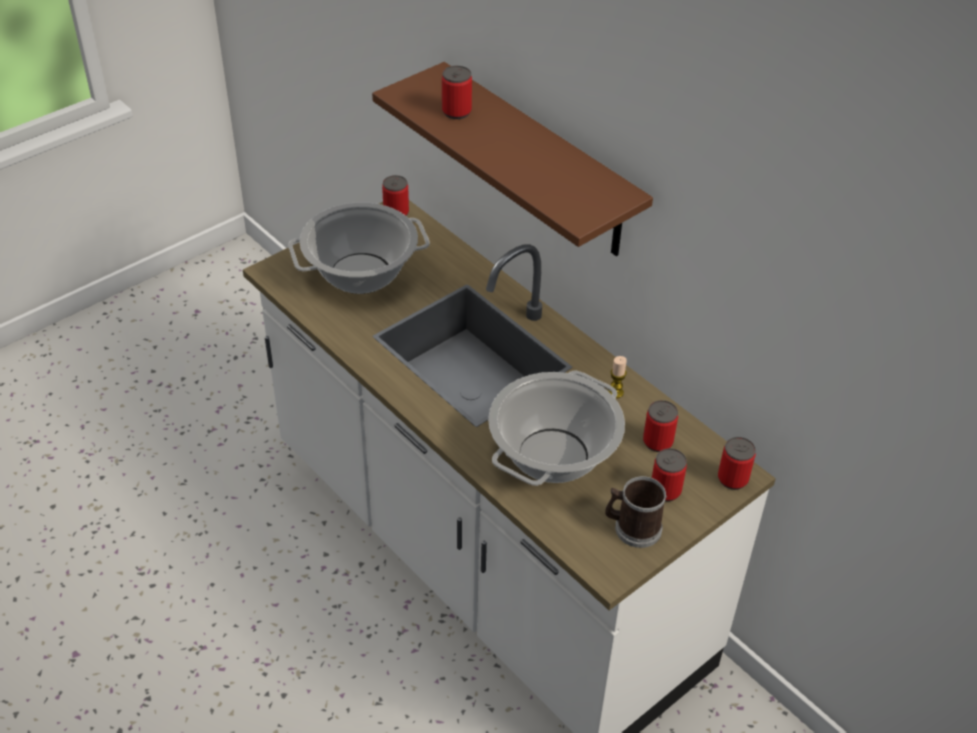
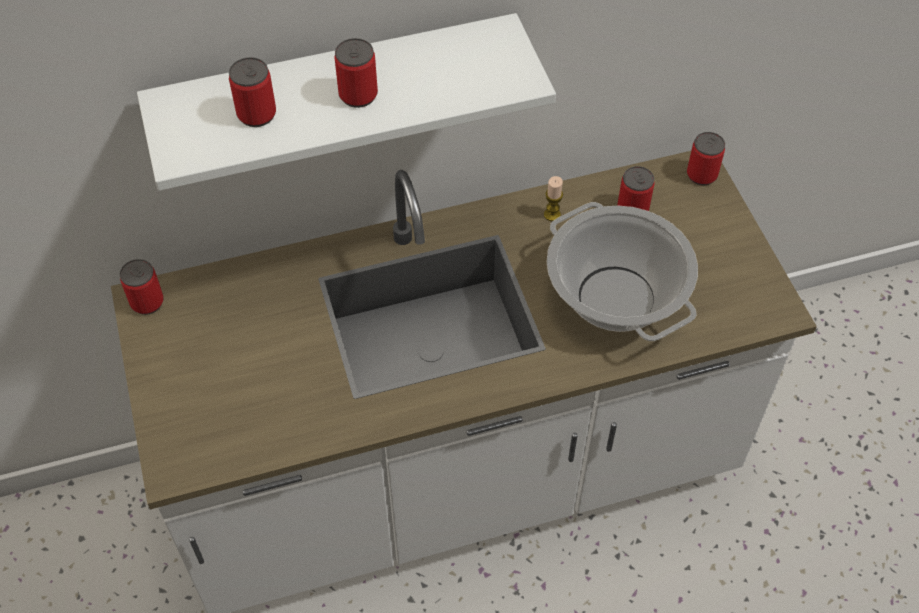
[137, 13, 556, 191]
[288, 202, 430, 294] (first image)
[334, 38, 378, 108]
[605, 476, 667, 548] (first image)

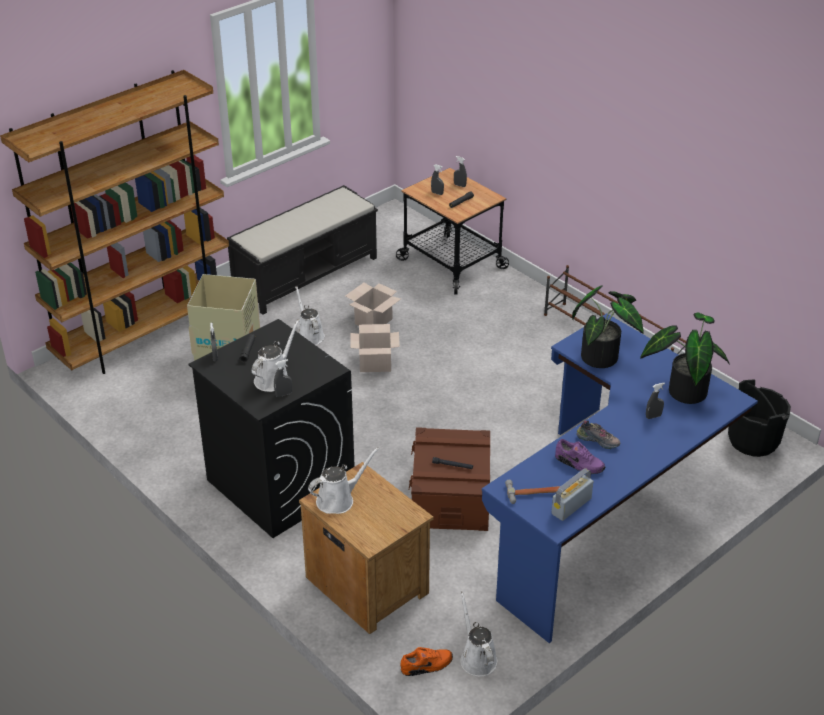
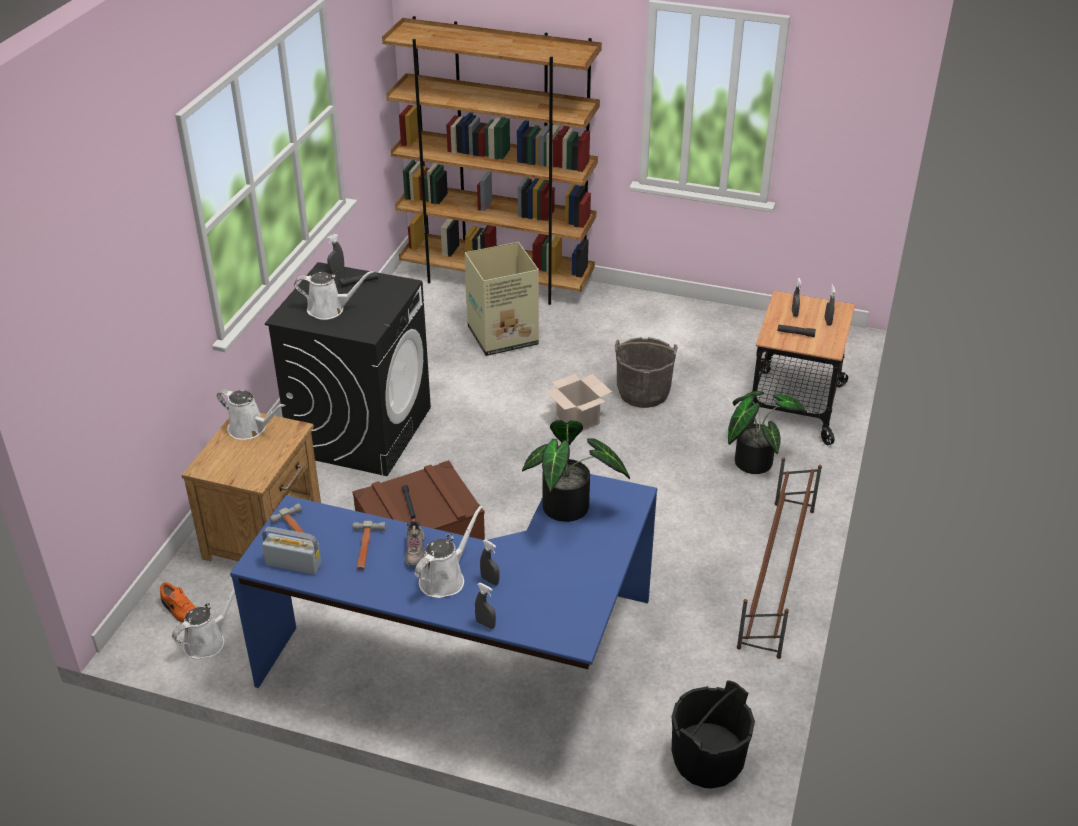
[227, 185, 378, 315] (first image)
[614, 337, 678, 408]
[414, 505, 483, 598]
[728, 391, 807, 474]
[475, 583, 496, 629]
[352, 521, 386, 570]

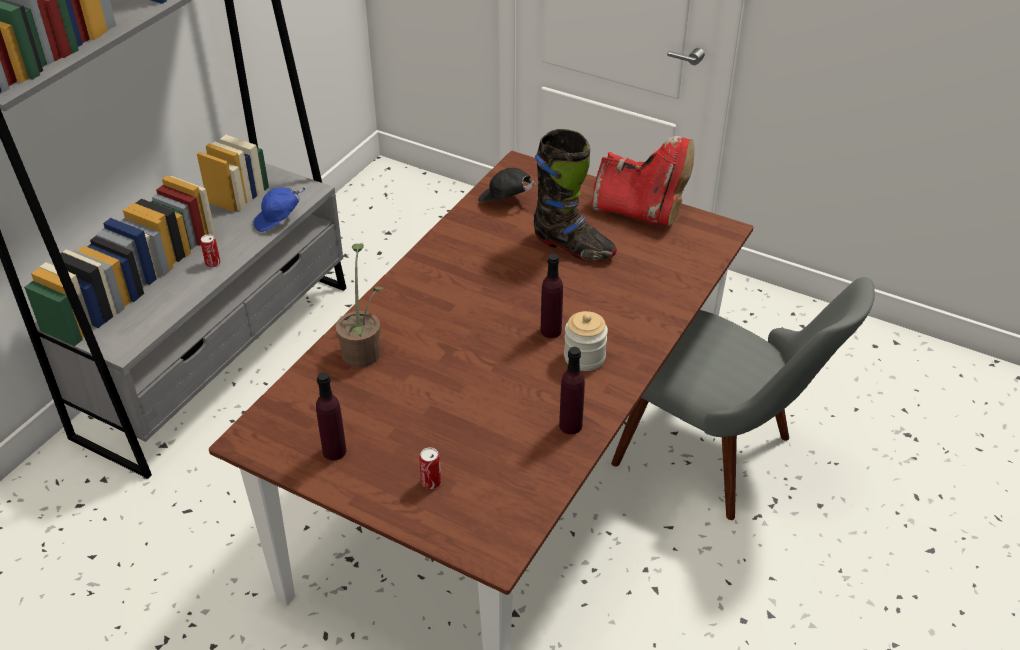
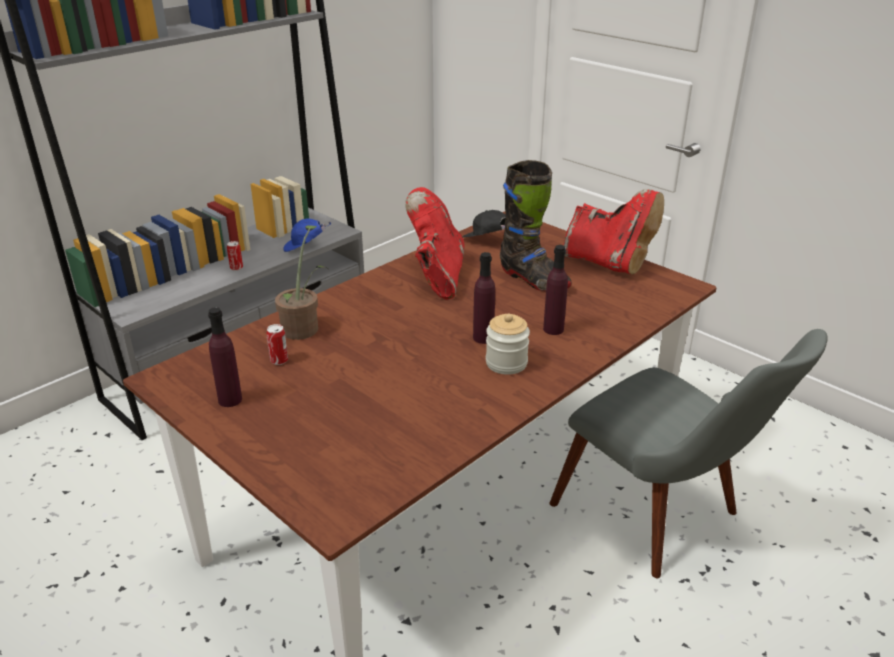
[543, 245, 568, 335]
[266, 324, 288, 365]
[405, 187, 464, 300]

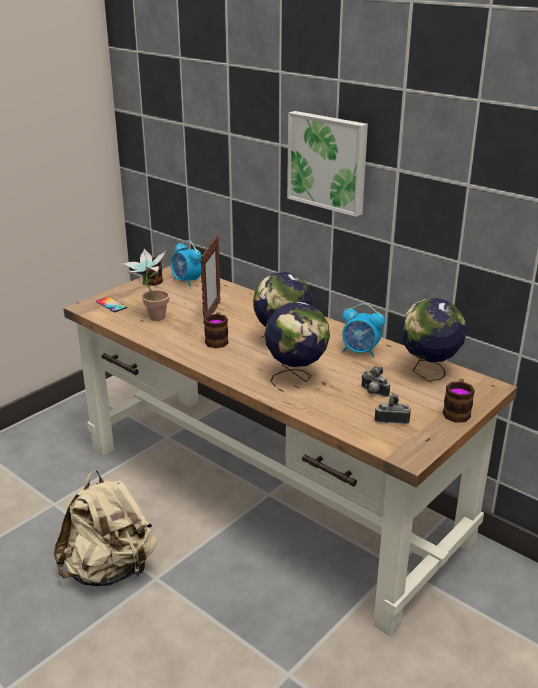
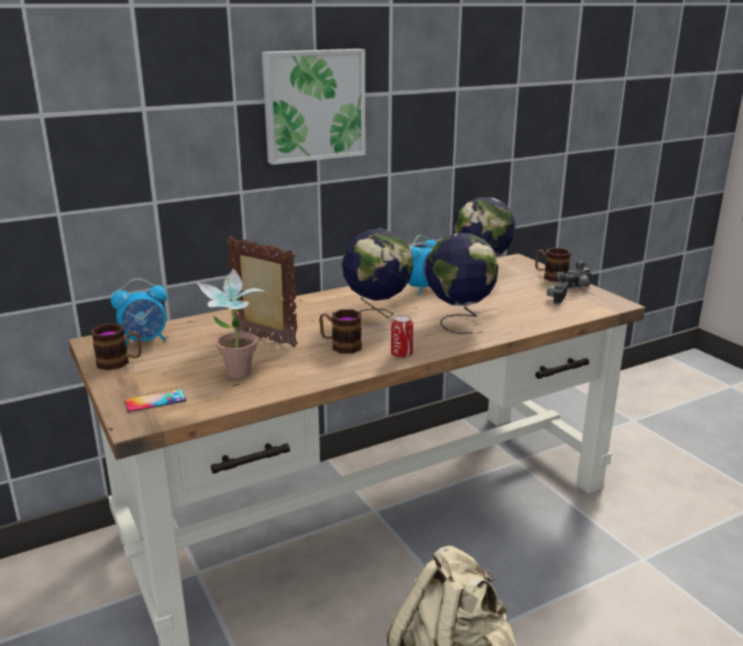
[566, 260, 592, 289]
[391, 315, 413, 358]

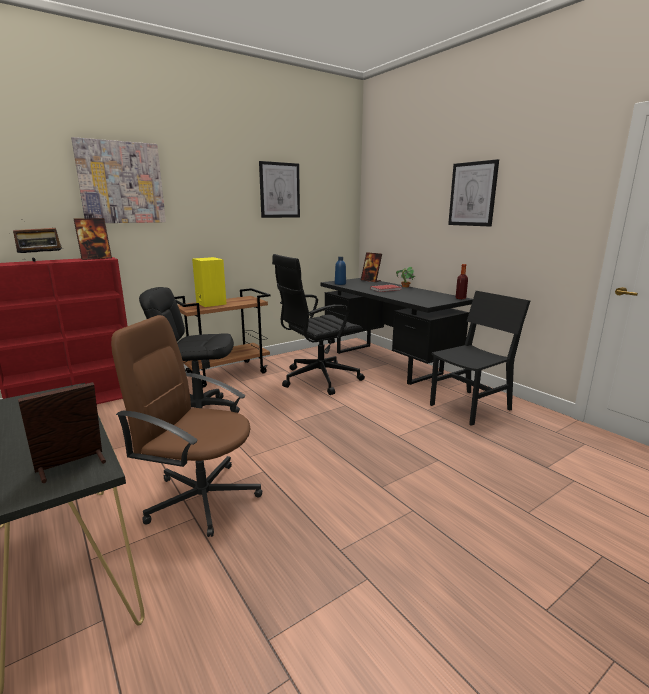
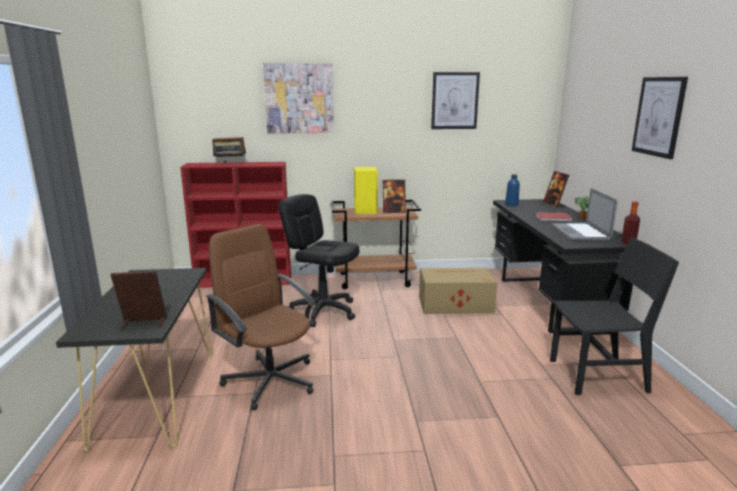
[383, 180, 406, 213]
[419, 268, 498, 314]
[551, 188, 618, 240]

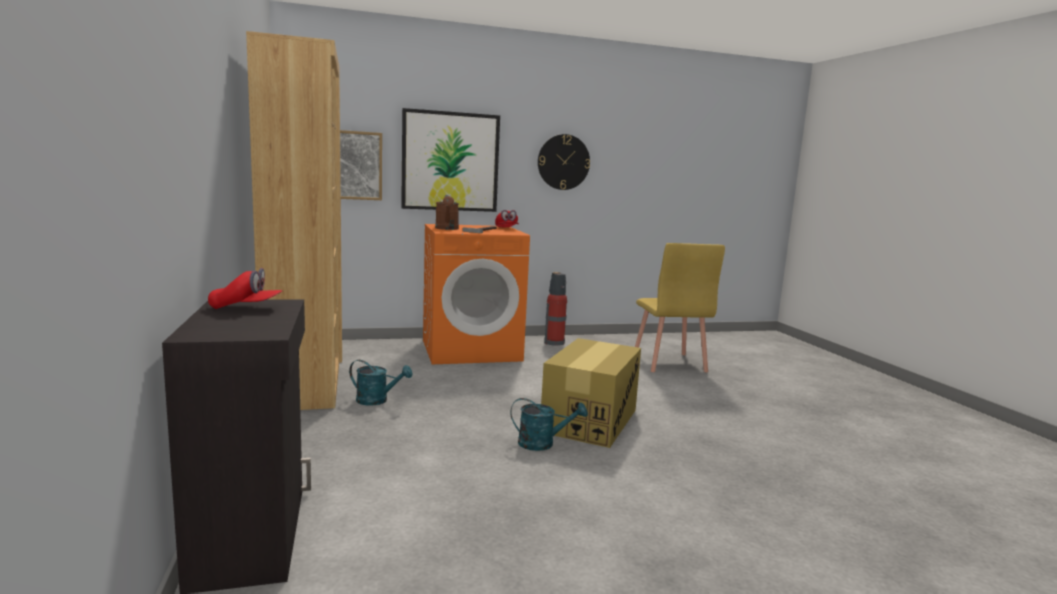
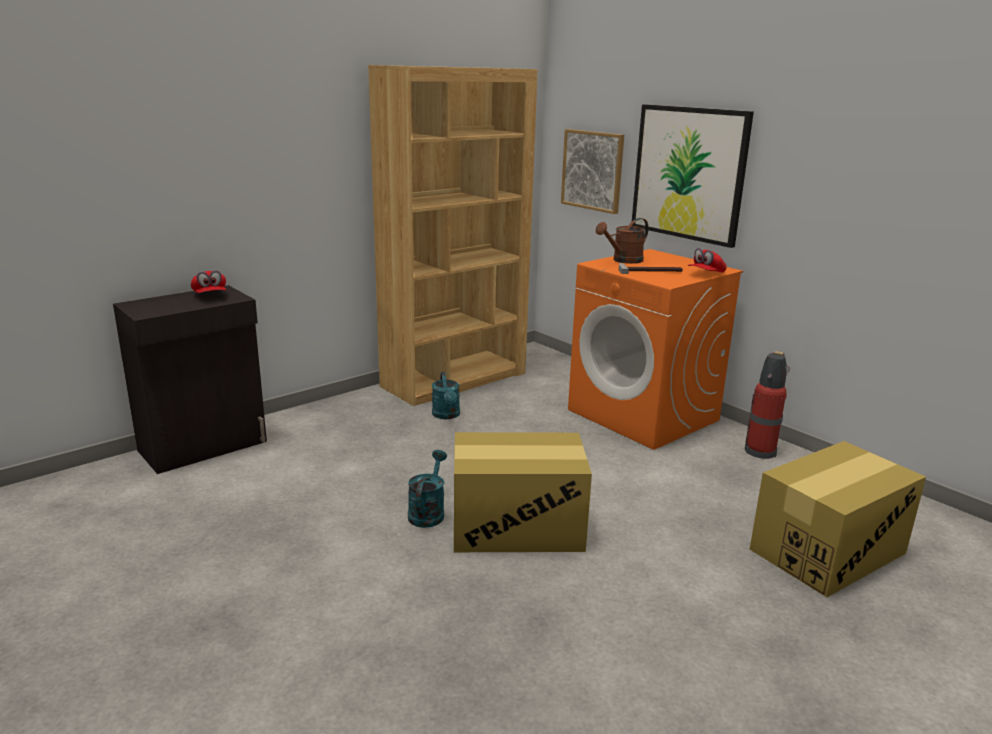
[538, 134, 590, 190] (first image)
[750, 441, 926, 597]
[408, 450, 447, 528]

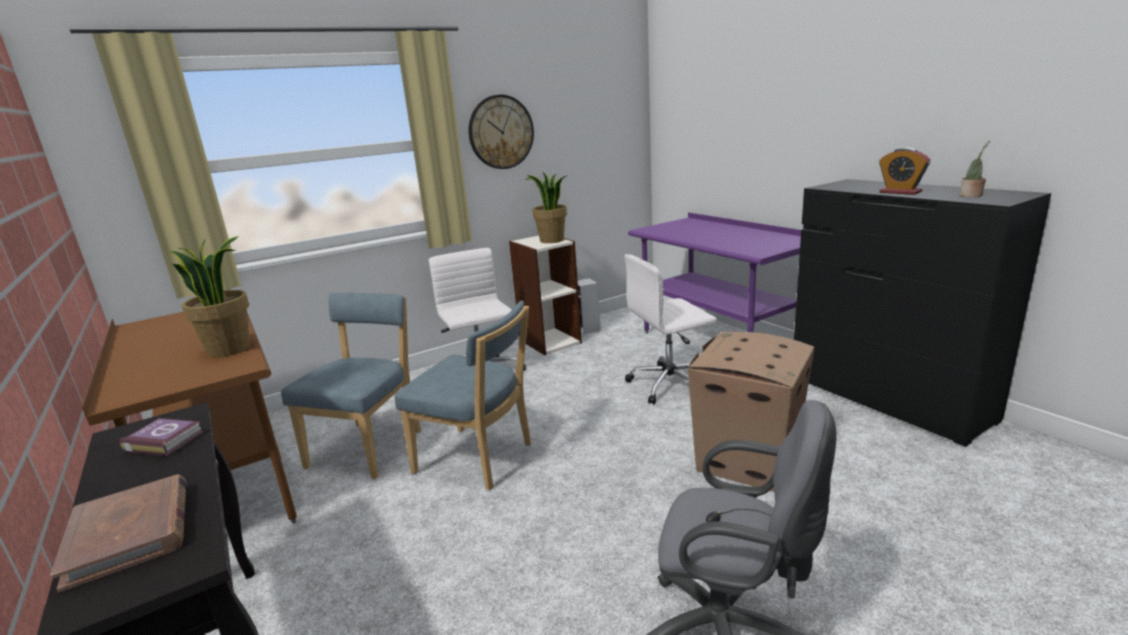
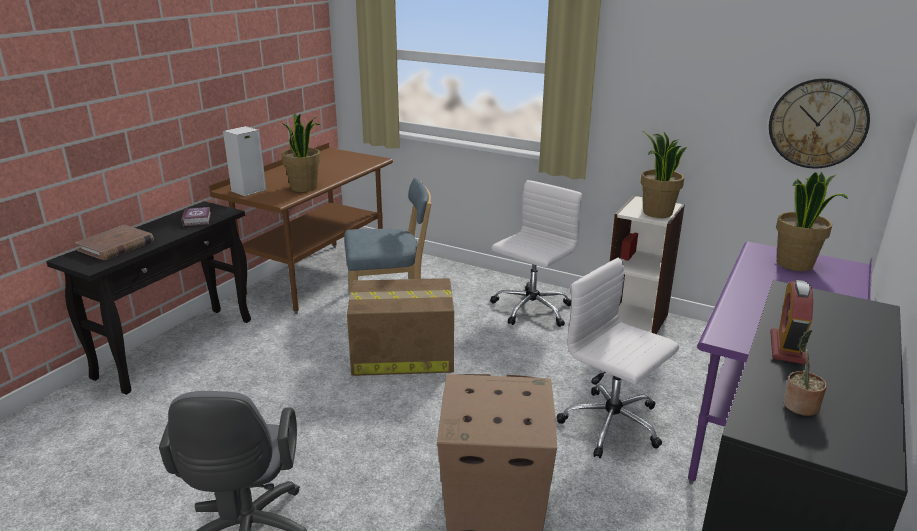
[769, 78, 870, 168]
[223, 126, 266, 197]
[347, 278, 454, 376]
[776, 172, 848, 271]

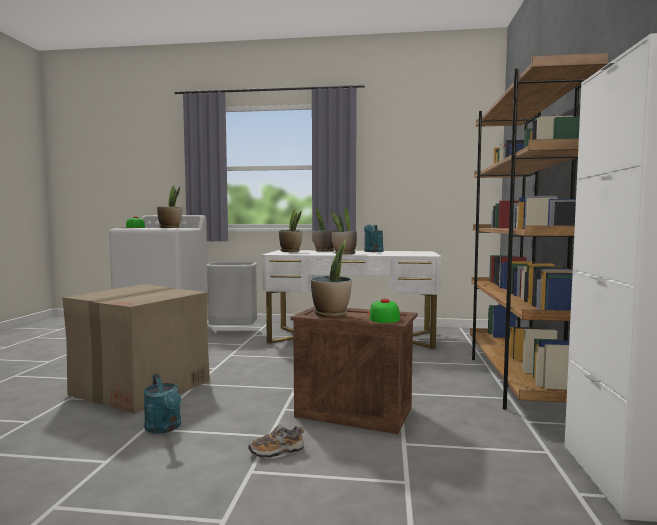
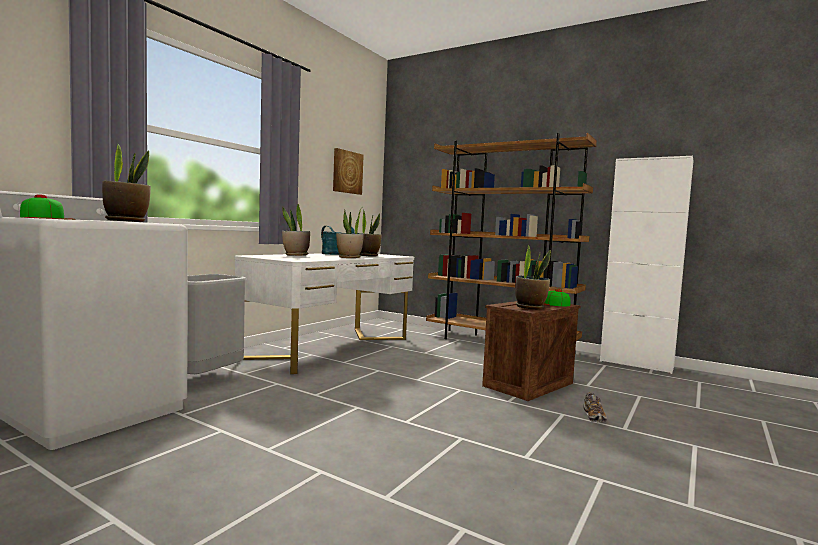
[360, 210, 382, 257]
[63, 284, 210, 414] (first image)
[143, 374, 181, 434] (first image)
[333, 148, 364, 195]

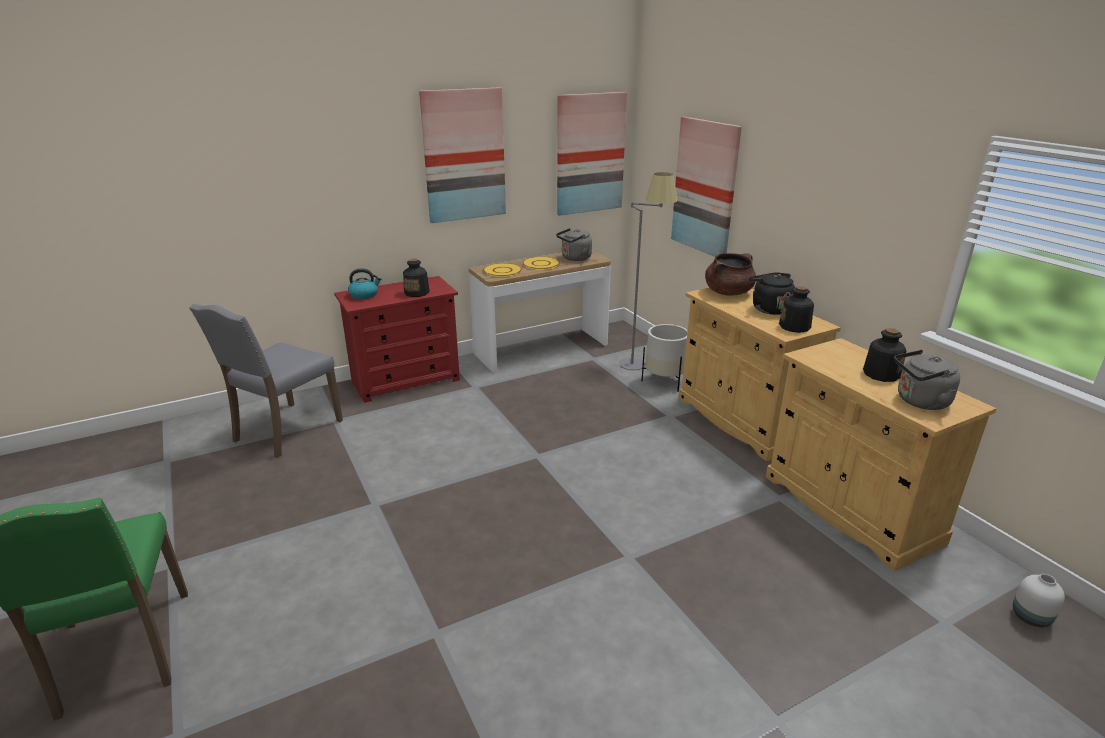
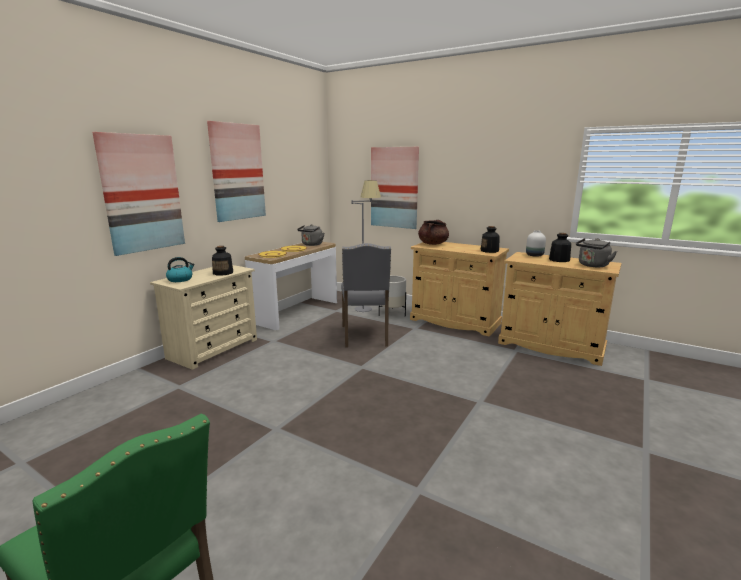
[92, 132, 185, 256]
[748, 272, 795, 315] (first image)
[150, 265, 257, 370]
[341, 243, 391, 347]
[526, 230, 546, 257]

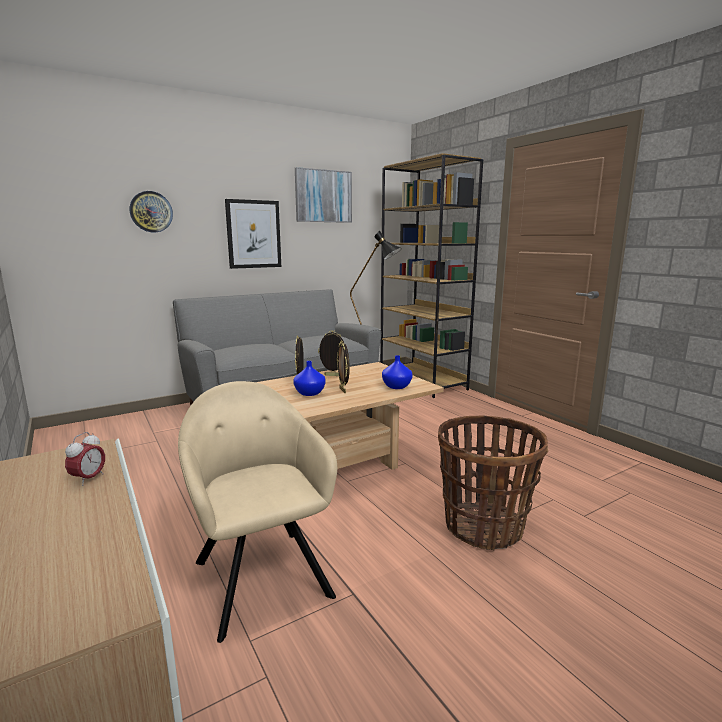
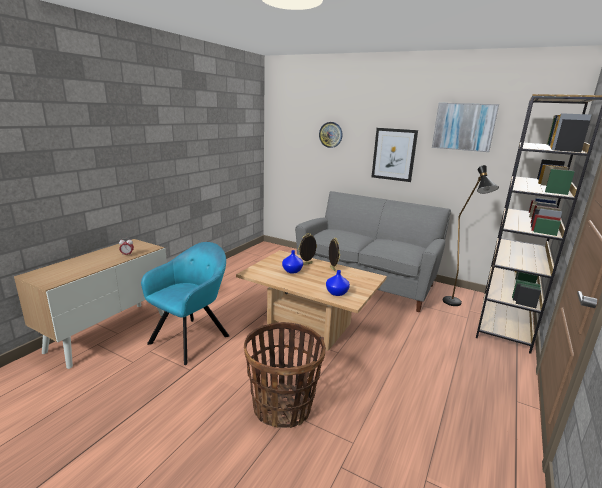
[337, 341, 350, 393] (first image)
[141, 242, 229, 365]

